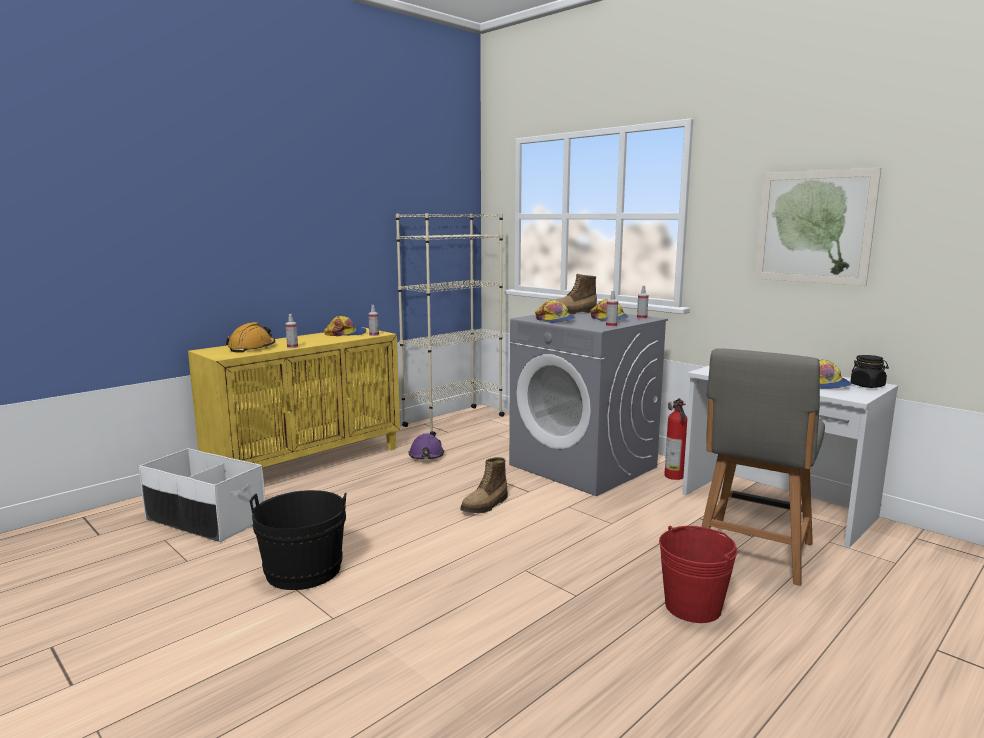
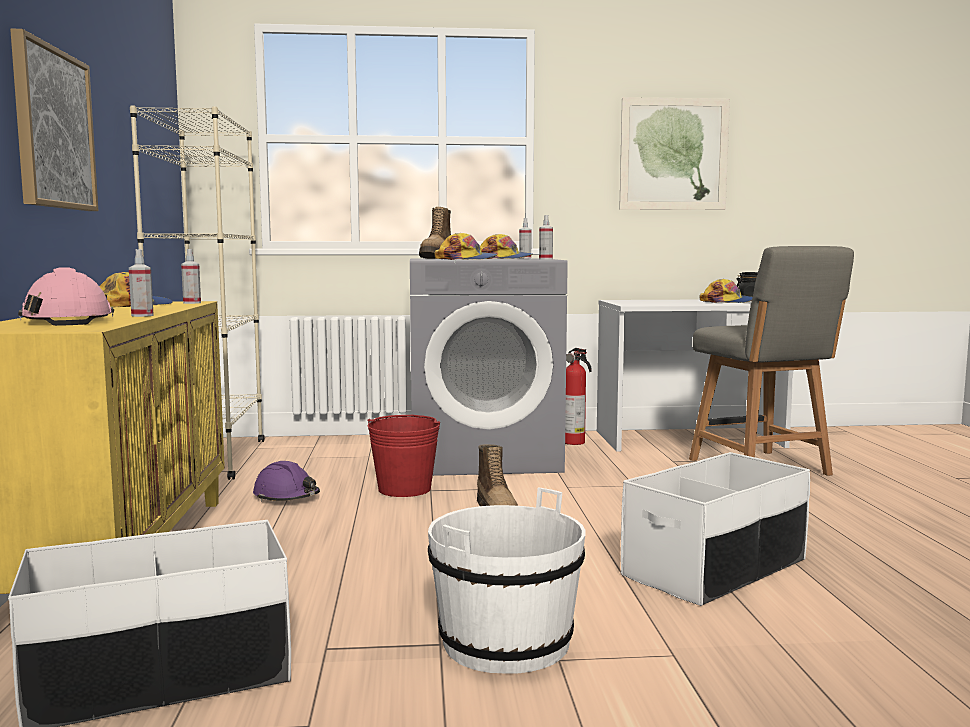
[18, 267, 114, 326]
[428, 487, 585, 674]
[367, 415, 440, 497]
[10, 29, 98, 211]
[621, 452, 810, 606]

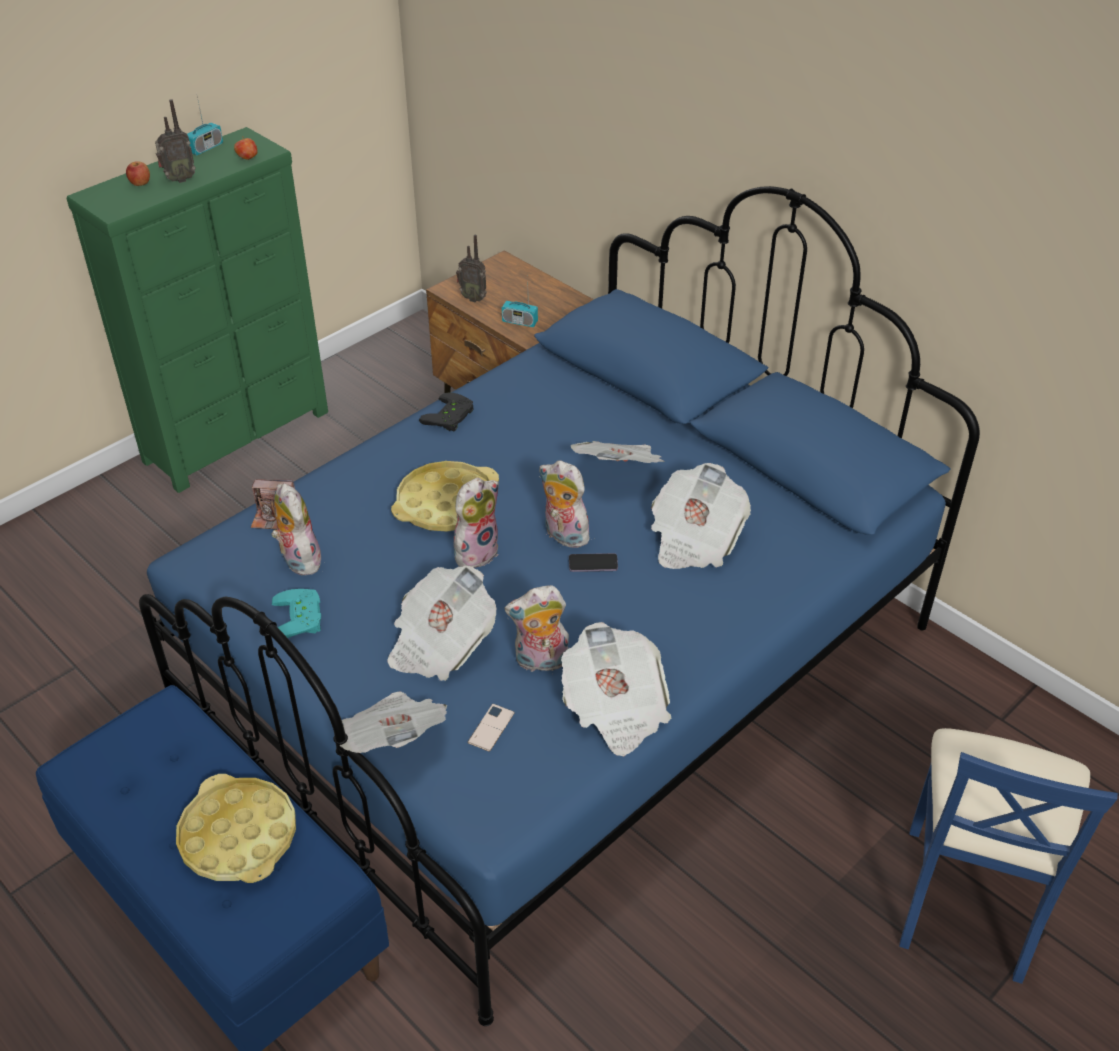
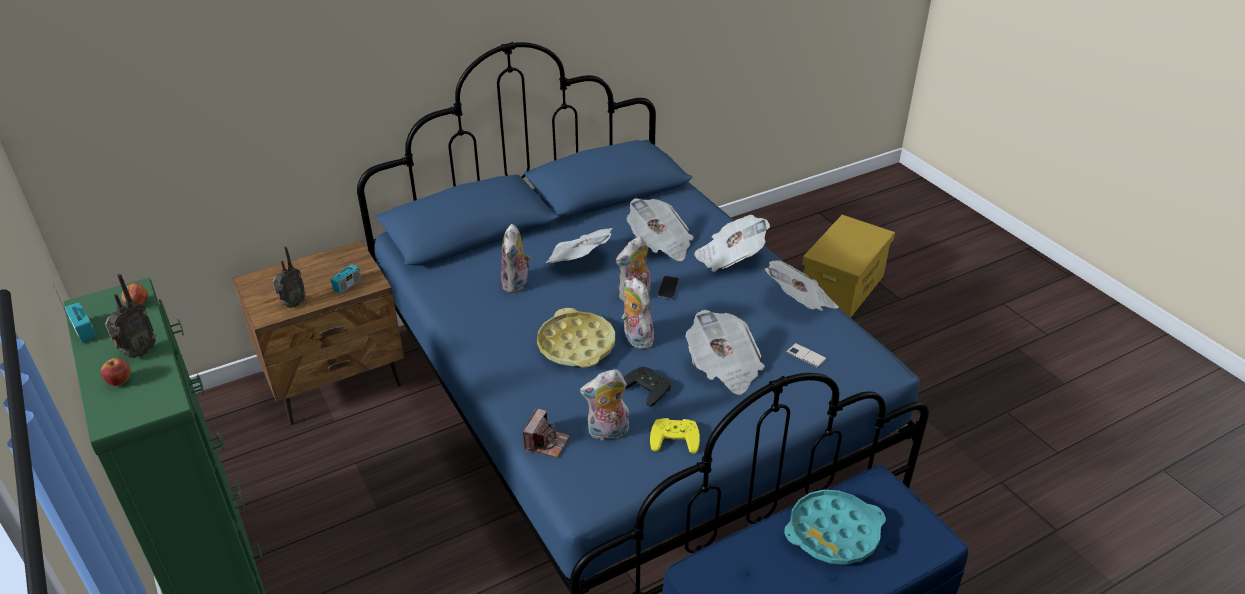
[105, 274, 156, 358]
[624, 366, 671, 407]
[501, 224, 531, 293]
[650, 418, 700, 453]
[694, 215, 770, 272]
[802, 215, 895, 318]
[784, 490, 886, 565]

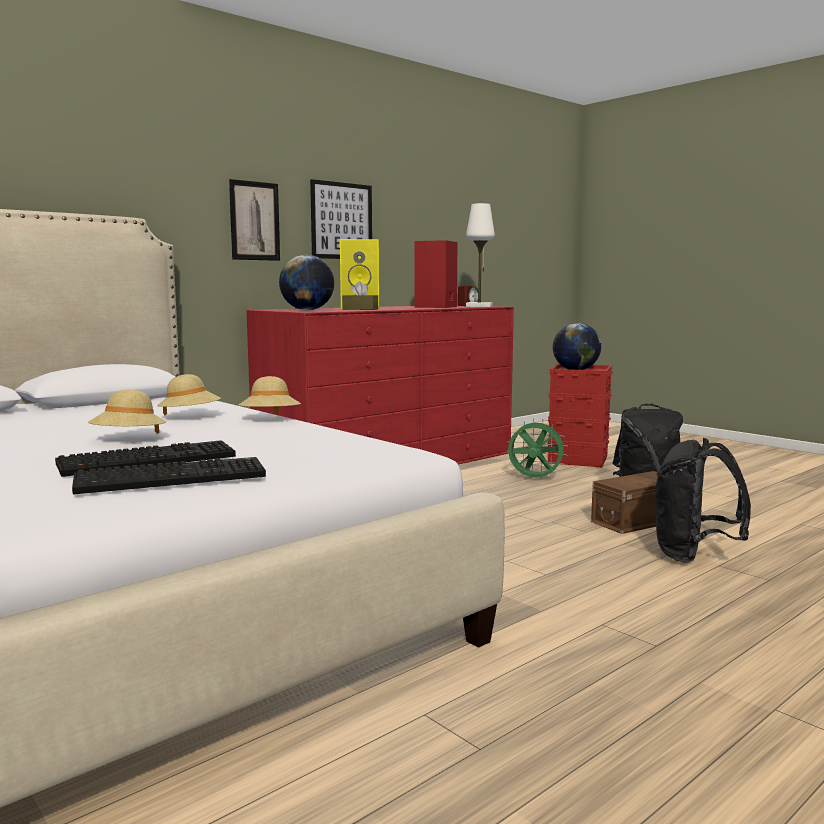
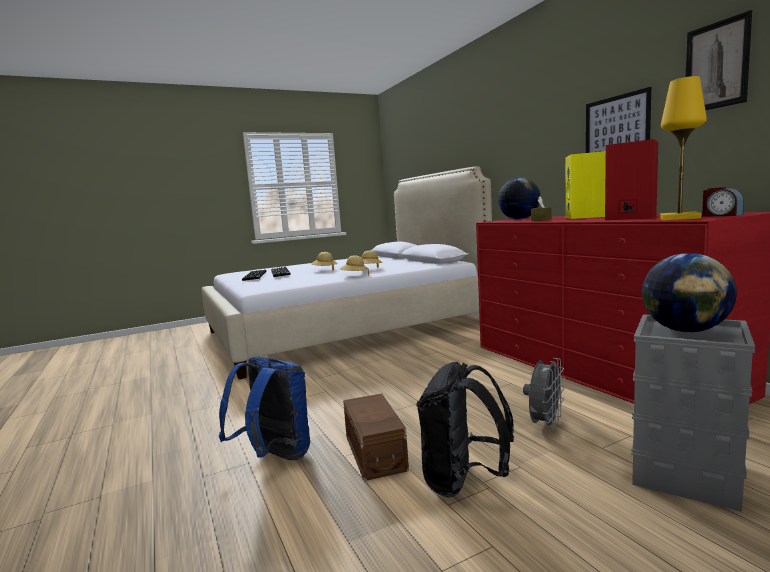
[686, 10, 752, 110]
[660, 76, 707, 220]
[631, 314, 755, 512]
[523, 358, 565, 431]
[219, 357, 310, 460]

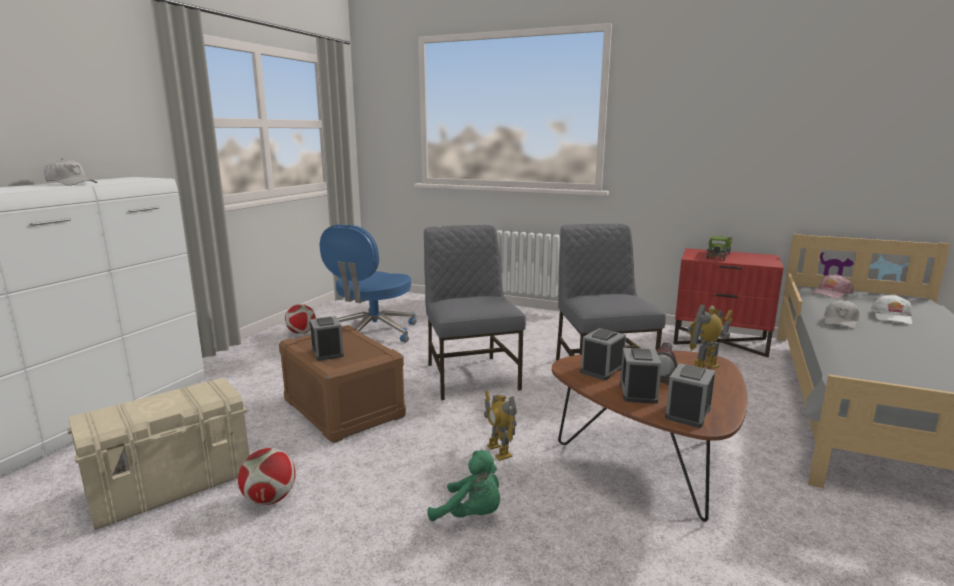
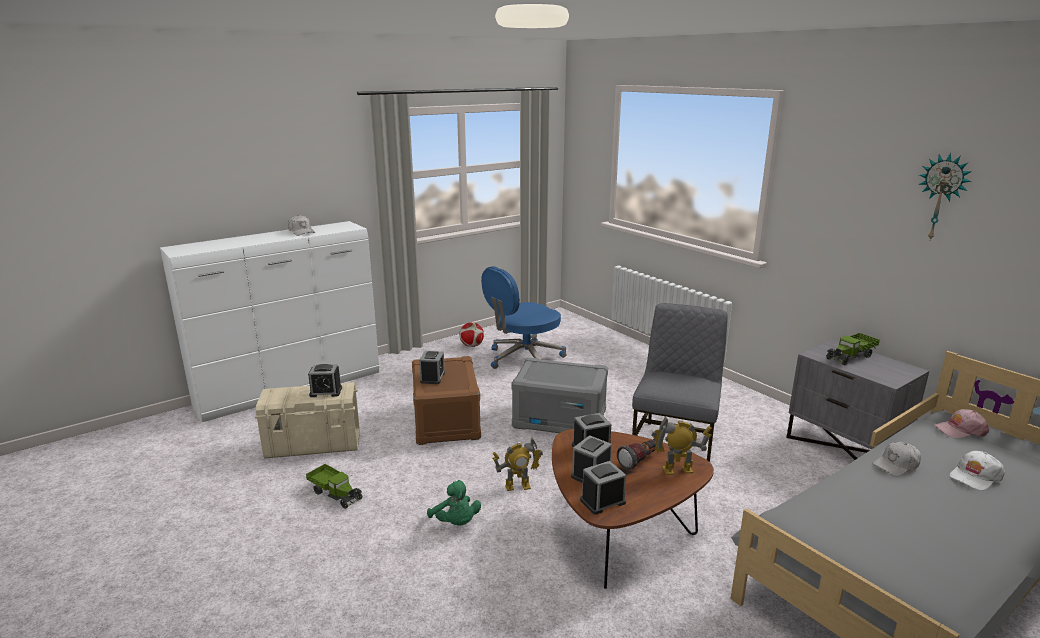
[511, 357, 608, 433]
[786, 340, 929, 460]
[492, 438, 543, 491]
[238, 448, 296, 505] (first image)
[918, 153, 972, 240]
[308, 364, 342, 397]
[306, 464, 363, 509]

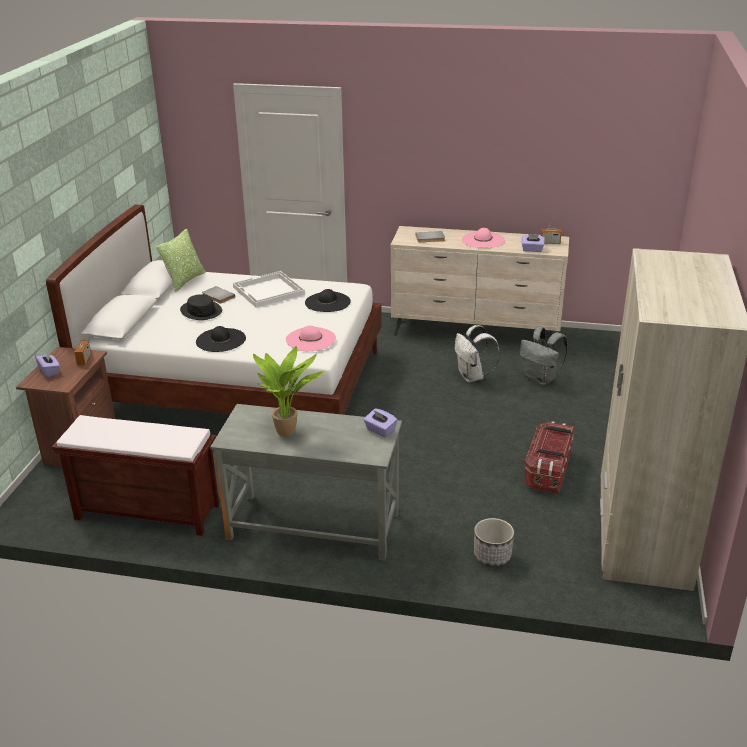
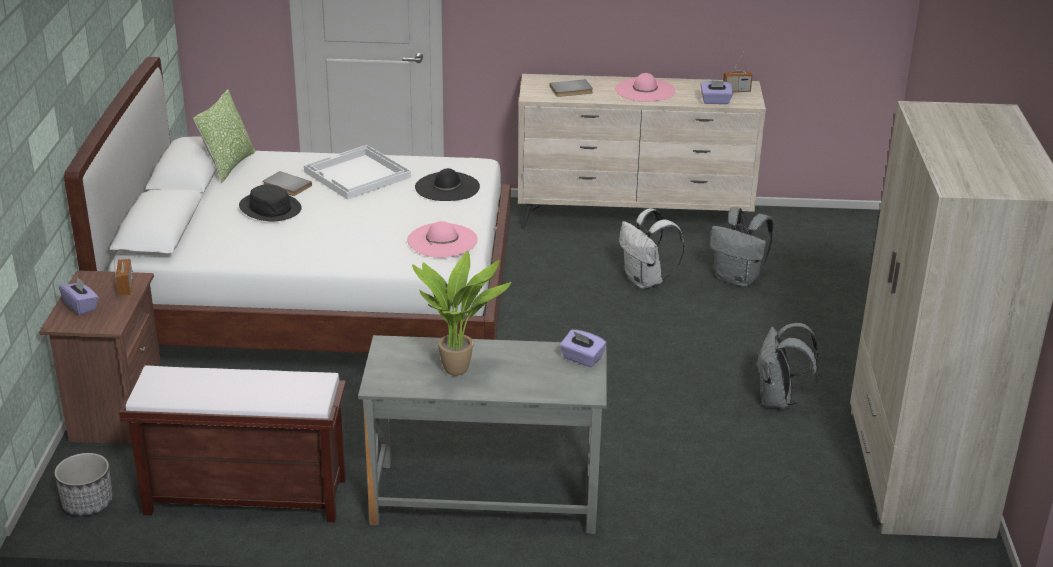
[196, 326, 246, 352] (first image)
[756, 323, 819, 409]
[54, 453, 113, 516]

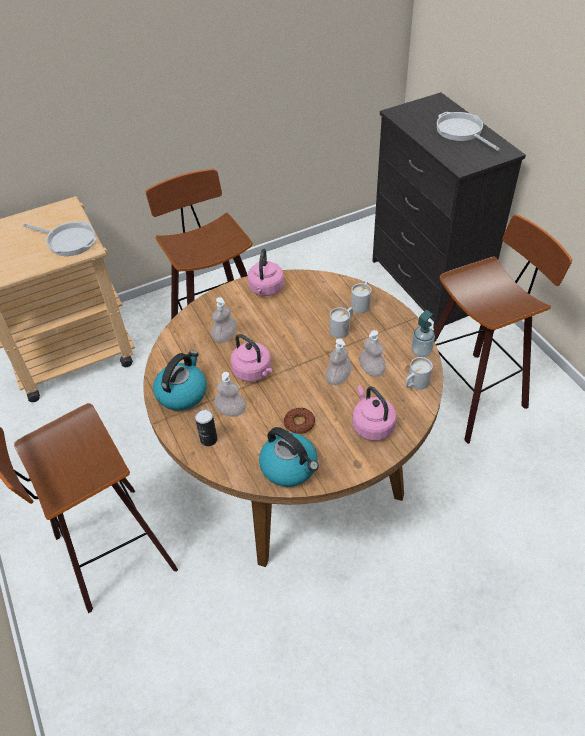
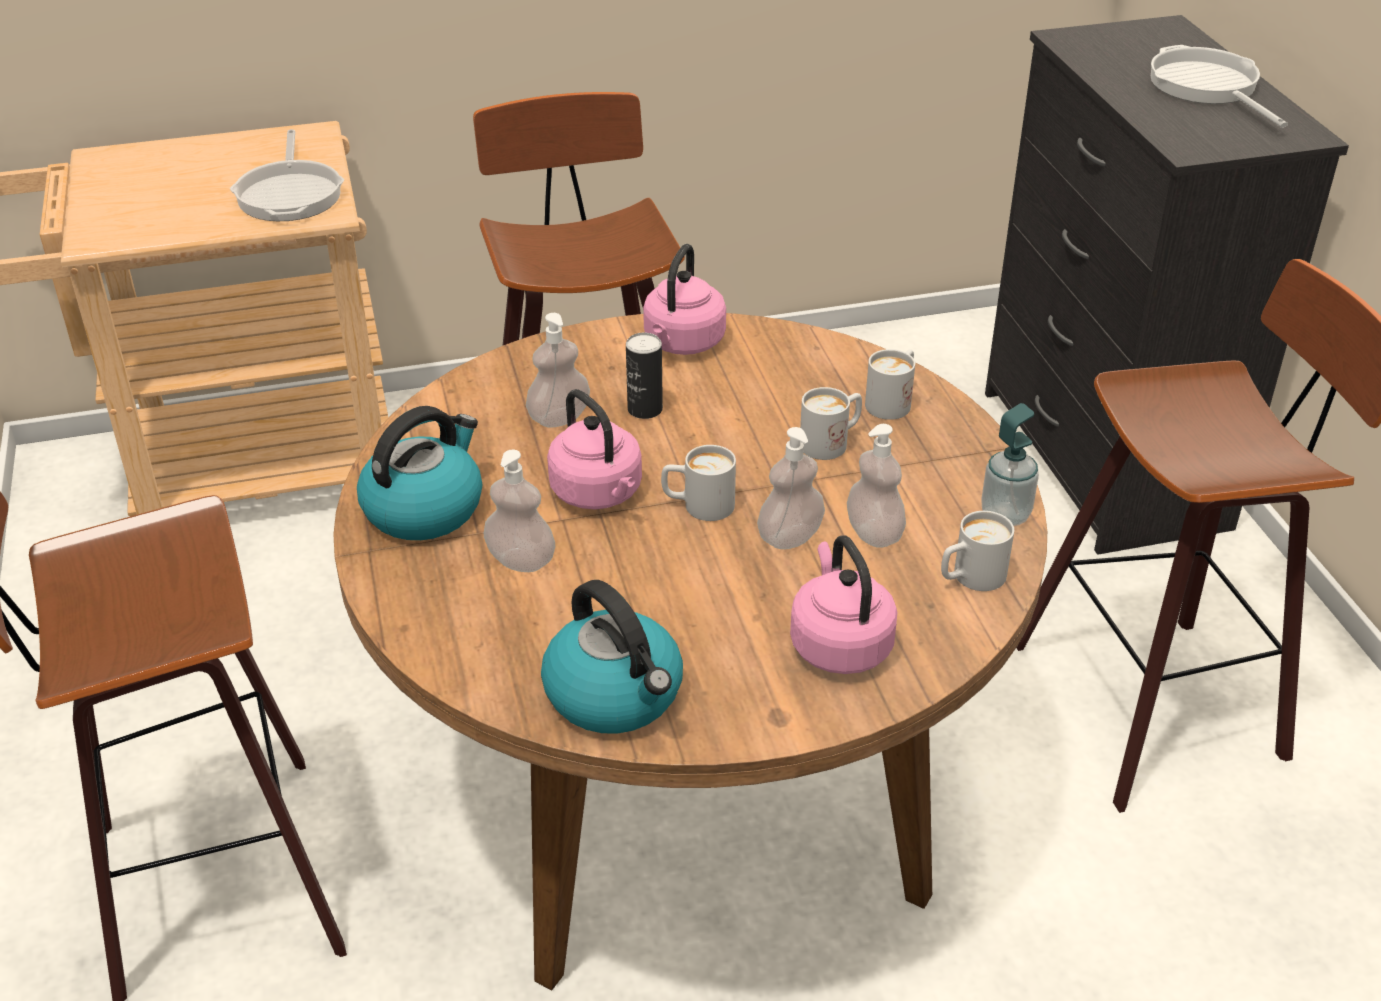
[230, 129, 344, 221]
[284, 408, 315, 434] (first image)
[626, 333, 663, 419]
[661, 445, 736, 521]

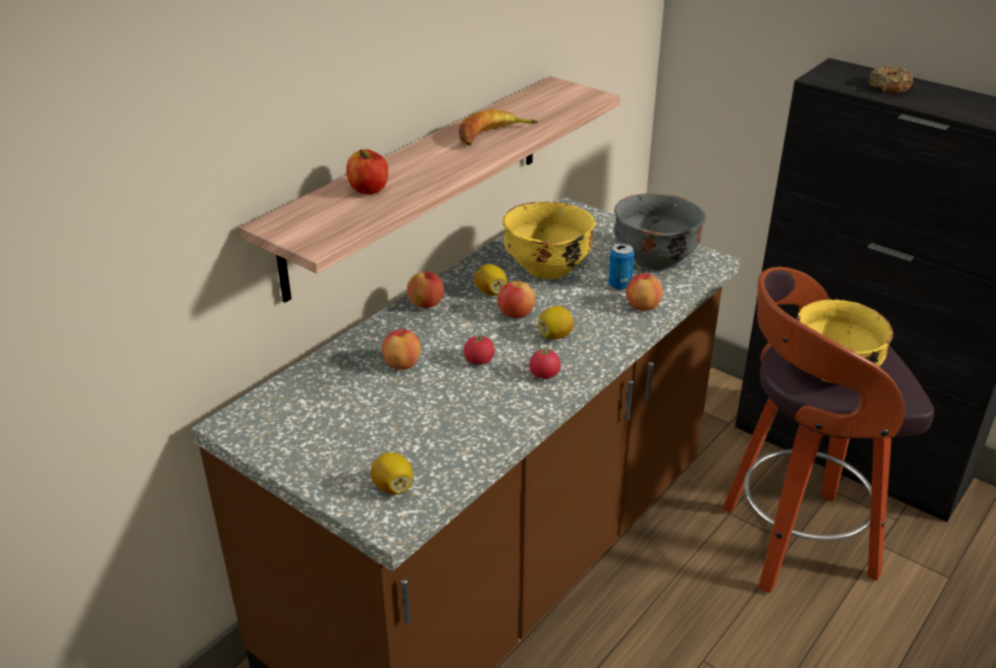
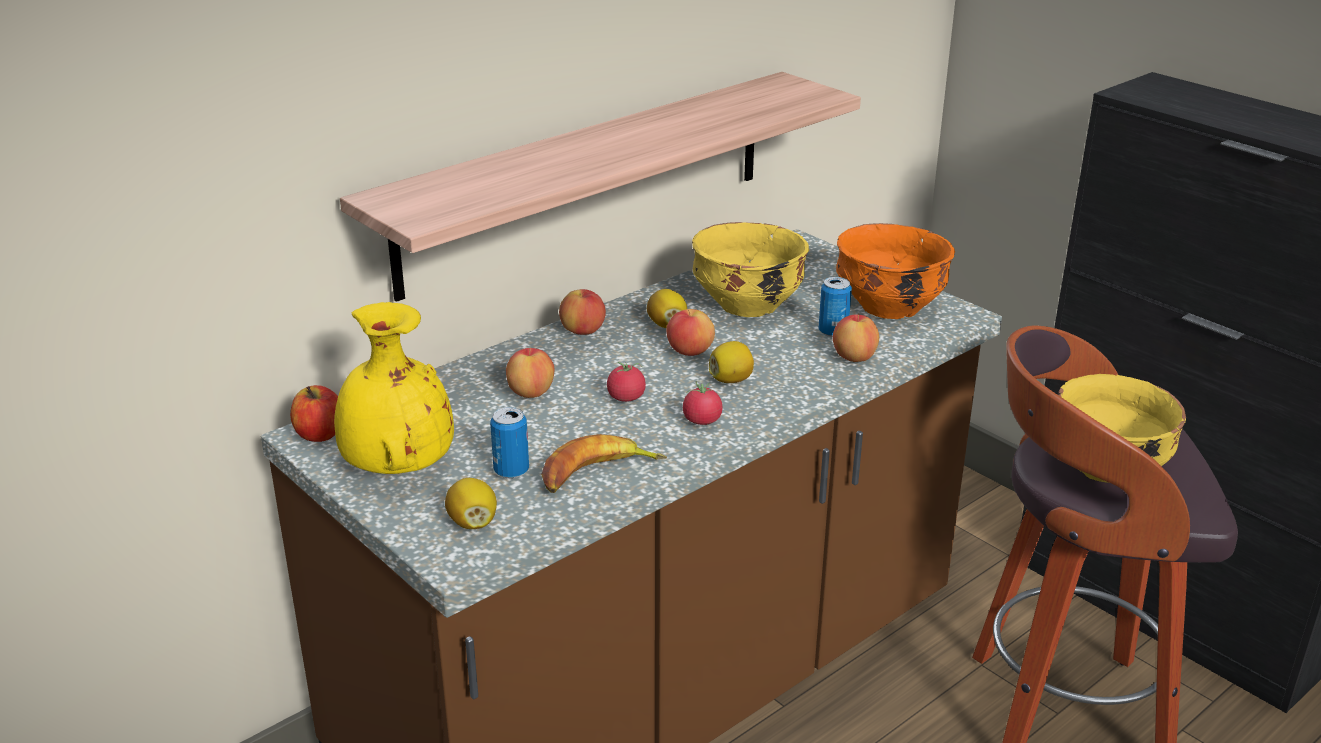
[869, 65, 914, 94] (first image)
[541, 434, 667, 493]
[290, 385, 338, 442]
[836, 223, 955, 319]
[334, 302, 454, 474]
[490, 407, 529, 479]

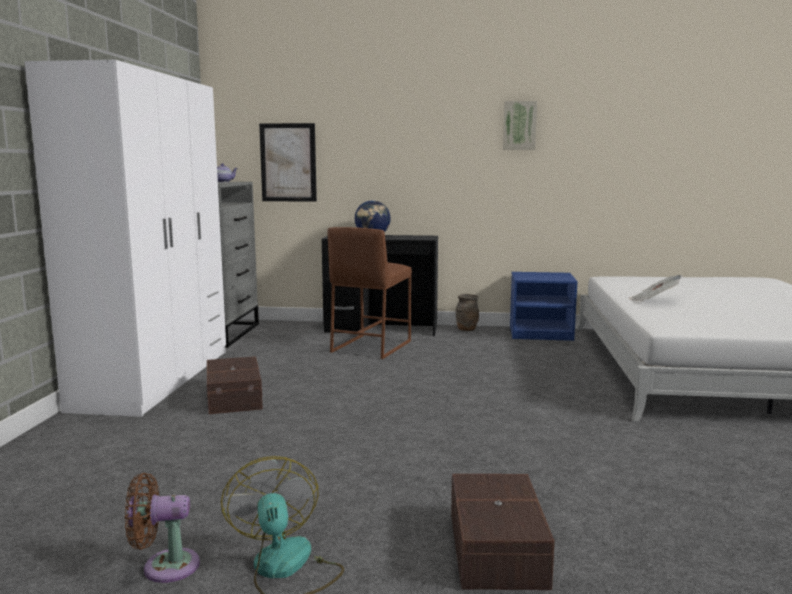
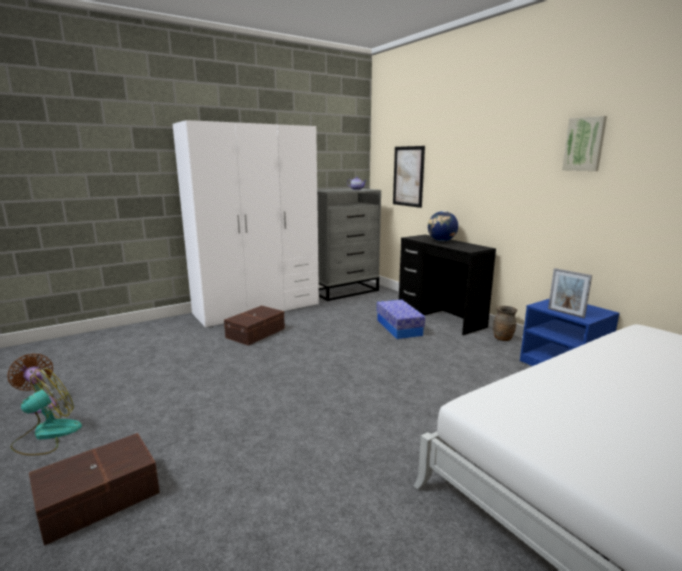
[377, 300, 425, 339]
[629, 275, 684, 302] (first image)
[548, 268, 592, 318]

